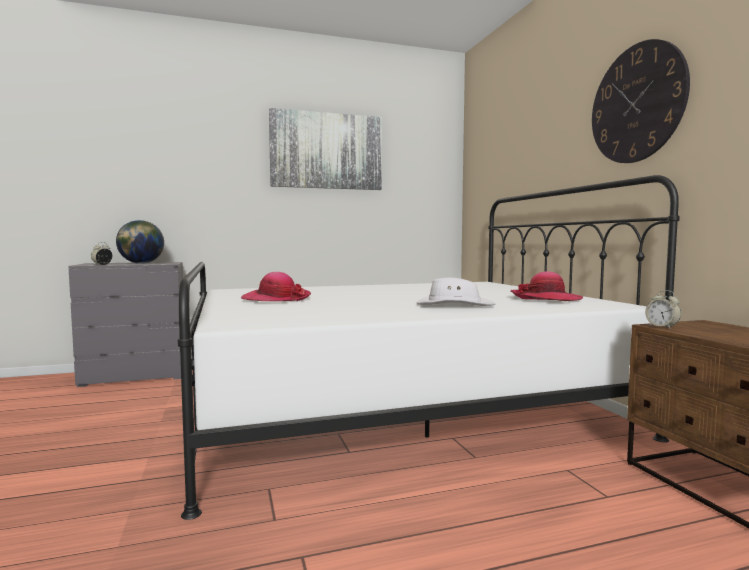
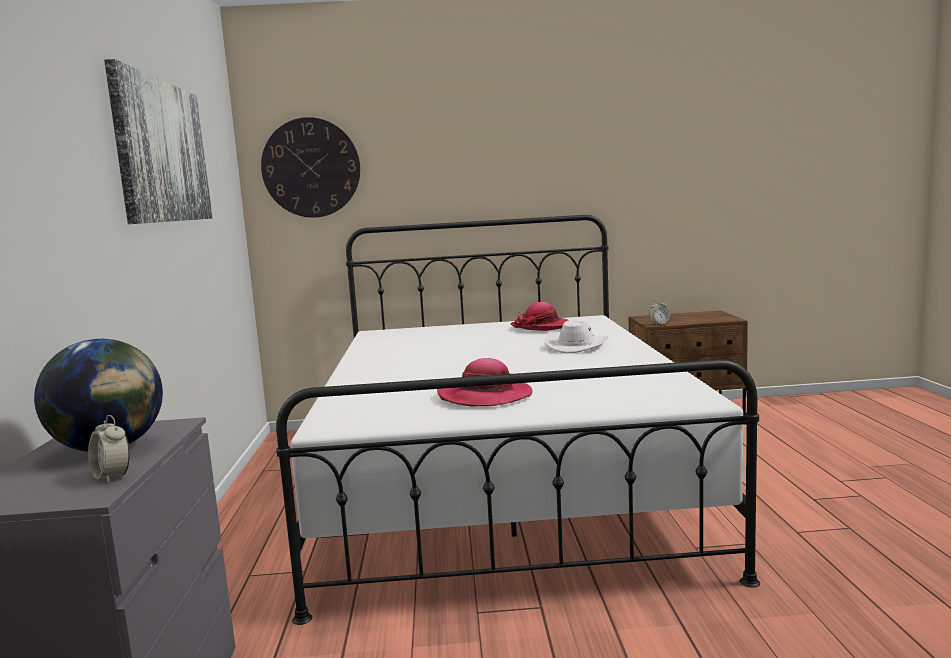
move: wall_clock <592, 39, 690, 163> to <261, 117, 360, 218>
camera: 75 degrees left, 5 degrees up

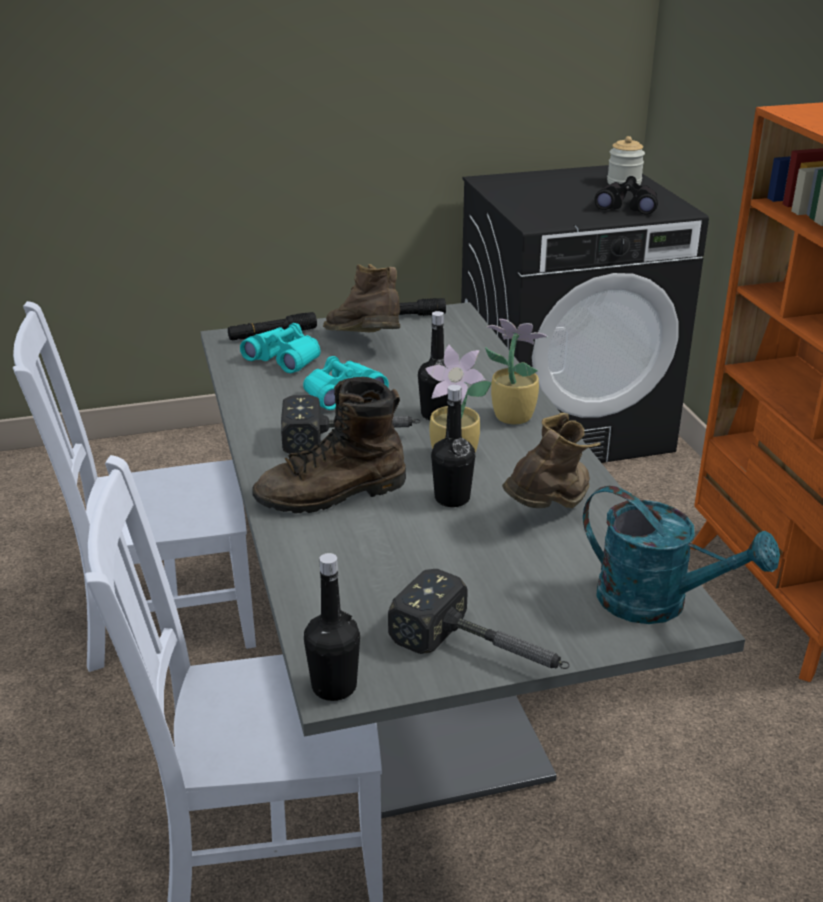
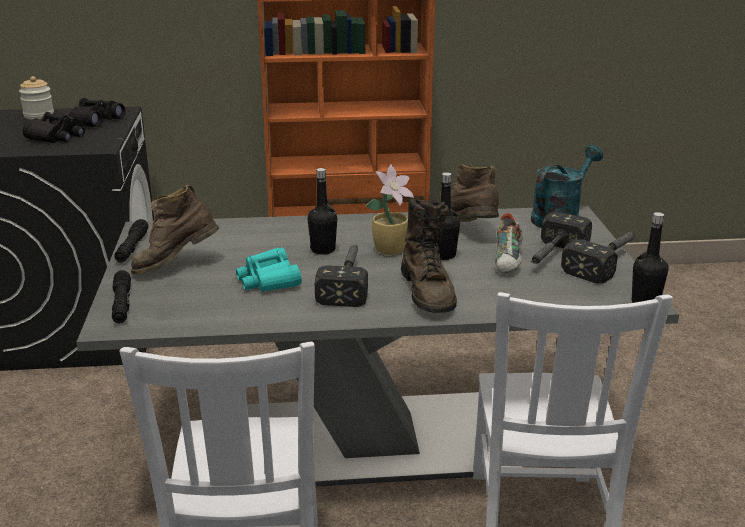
delete: turquoise-coloured_binoculars <240, 323, 321, 373>; potted_plant <485, 319, 548, 424>
insert: black_binoculars <23, 111, 85, 143>; shoe <495, 213, 523, 274>; tool_hammer <531, 212, 592, 264>
camera: 80 degrees left, 5 degrees down

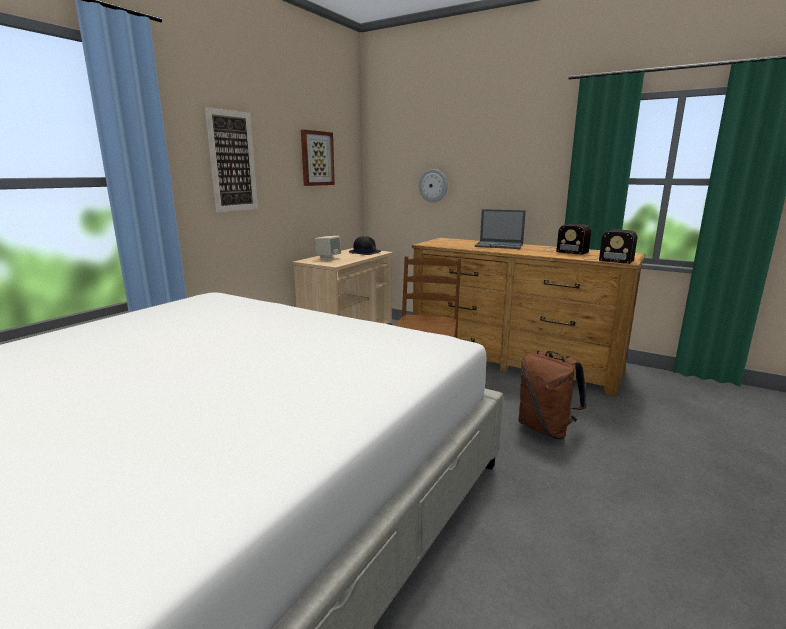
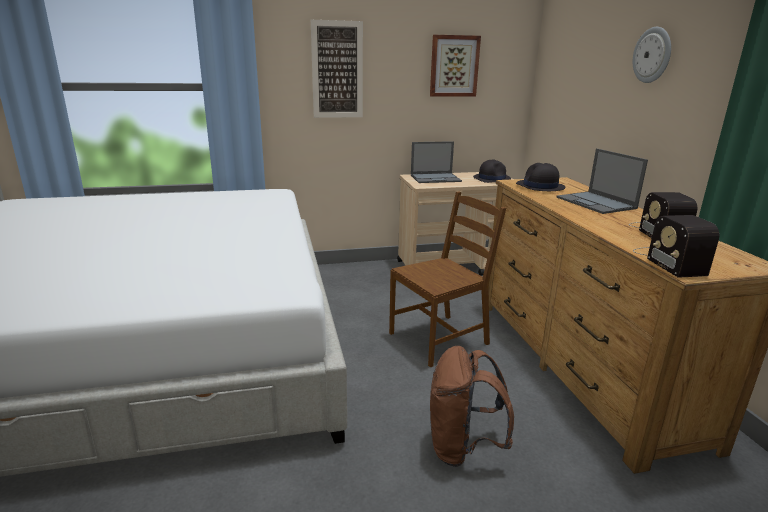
insert: black_hat <516, 163, 566, 191>
move: wall_clock <419, 169, 448, 203> to <633, 27, 671, 83>
replace: beige_loudspeaker <315, 236, 341, 261> to portable_computer <411, 141, 462, 183>
camera: 45 degrees right, 5 degrees up

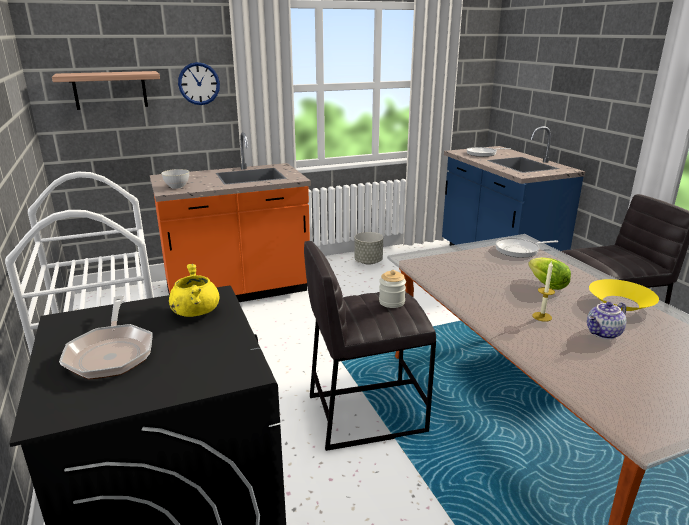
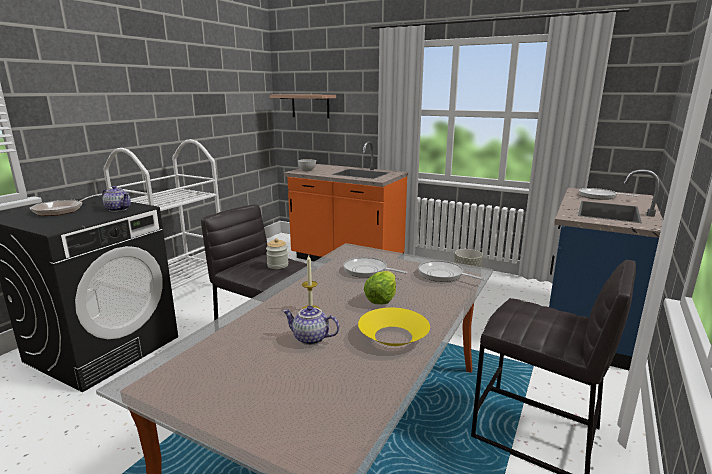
delete: wall_clock <178, 62, 220, 105>
insert: pan <343, 257, 407, 278>
replace: yellowish_stockpot <169, 264, 220, 317> to pot_for_tea <102, 186, 131, 212>
camera: 50 degrees right, 5 degrees down

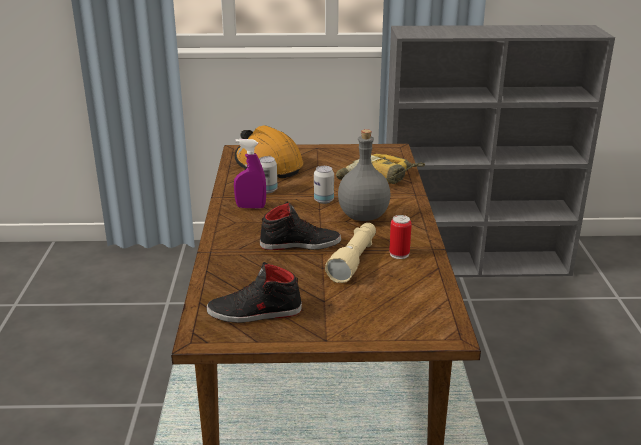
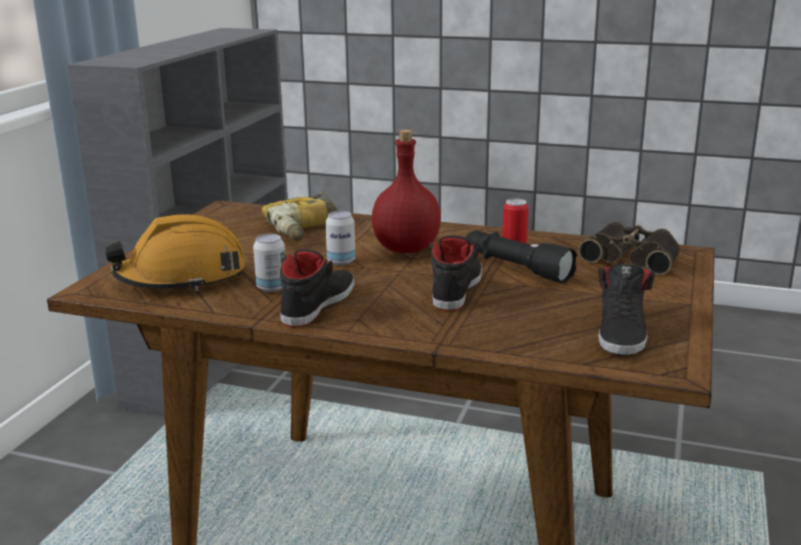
insert: binoculars <578, 221, 680, 275>
replace: purplish_spray_bottle <234, 139, 266, 208> to black_shoe <280, 249, 355, 327>
recolor: grey_bottle <338, 129, 391, 221> to red_bottle <372, 130, 441, 253>; beige_torch <325, 223, 376, 283> to black_torch <466, 230, 577, 283>
camera: 70 degrees left, 5 degrees down

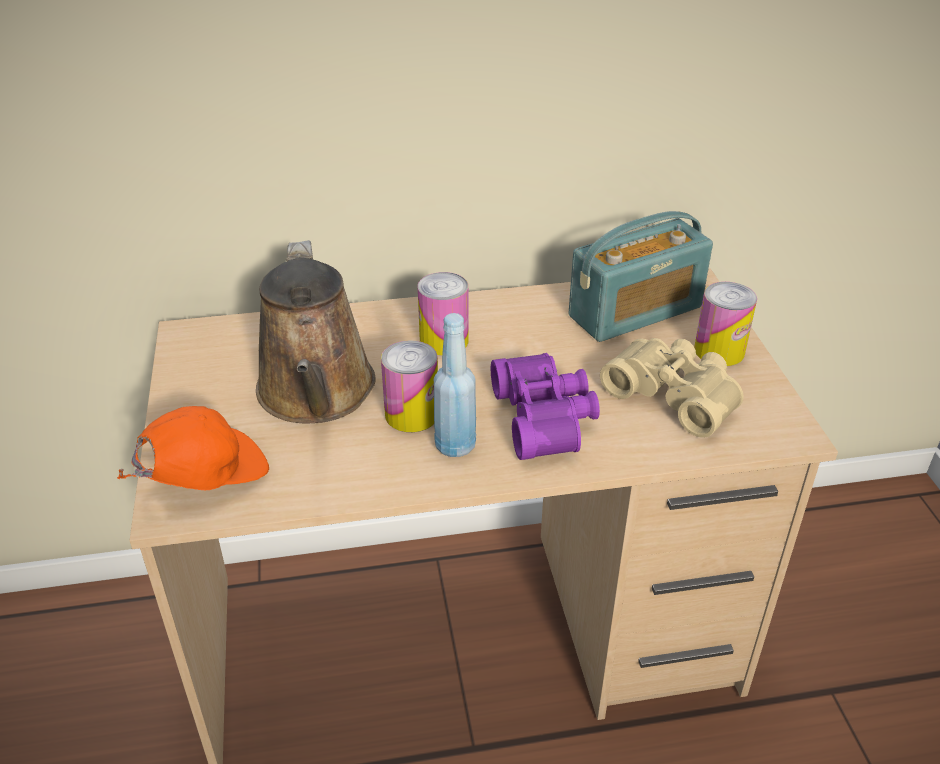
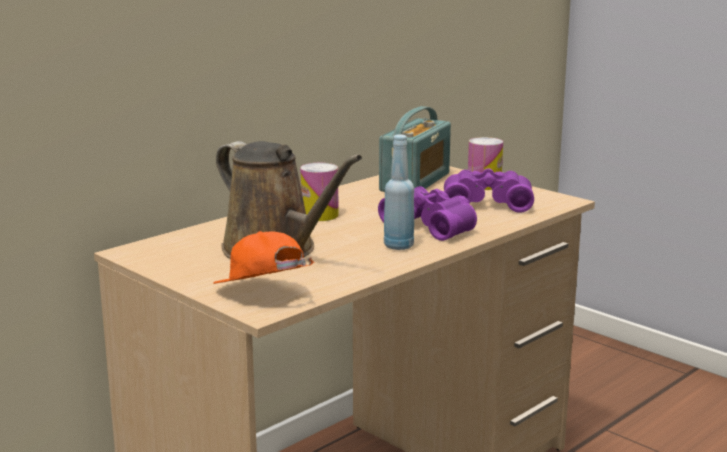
delete: sealed_can <381, 341, 438, 432>
recolor: beige_binoculars <600, 338, 744, 438> to purplish_binoculars <444, 168, 534, 213>
rotate: orange-coloured_cap <117, 406, 269, 490> = <213, 231, 315, 284> 60 degrees counterclockwise
camera: 35 degrees left, 20 degrees down

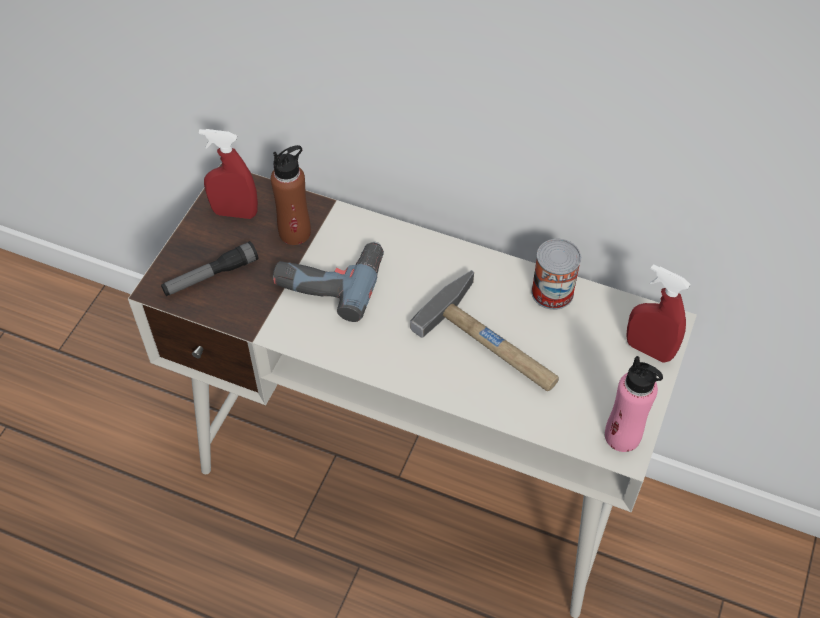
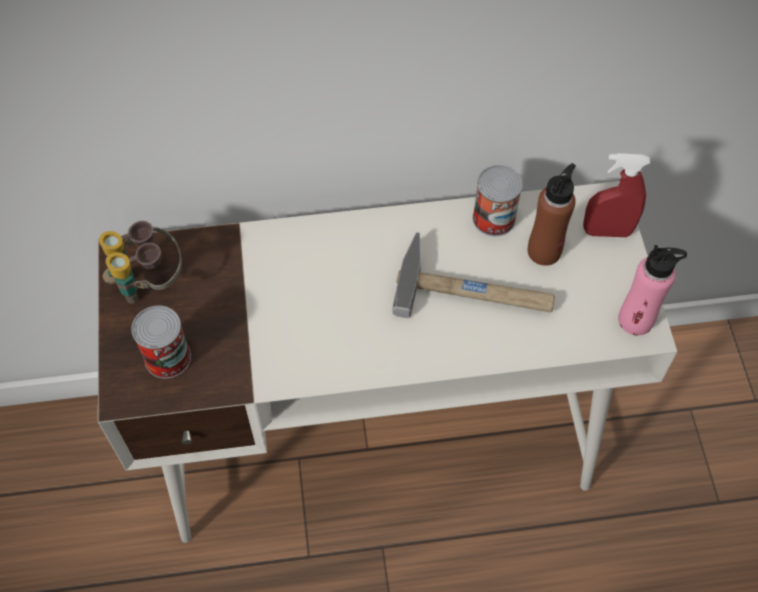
delete: electric_drill <273, 242, 384, 322>
move: brown_bottle <271, 145, 311, 245> to <528, 163, 576, 266>
replace: red_spray_bottle <199, 129, 258, 219> to binoculars <99, 221, 182, 304>; torch <161, 241, 259, 296> to sealed_can <131, 306, 191, 379>
camera: 30 degrees left, 5 degrees up

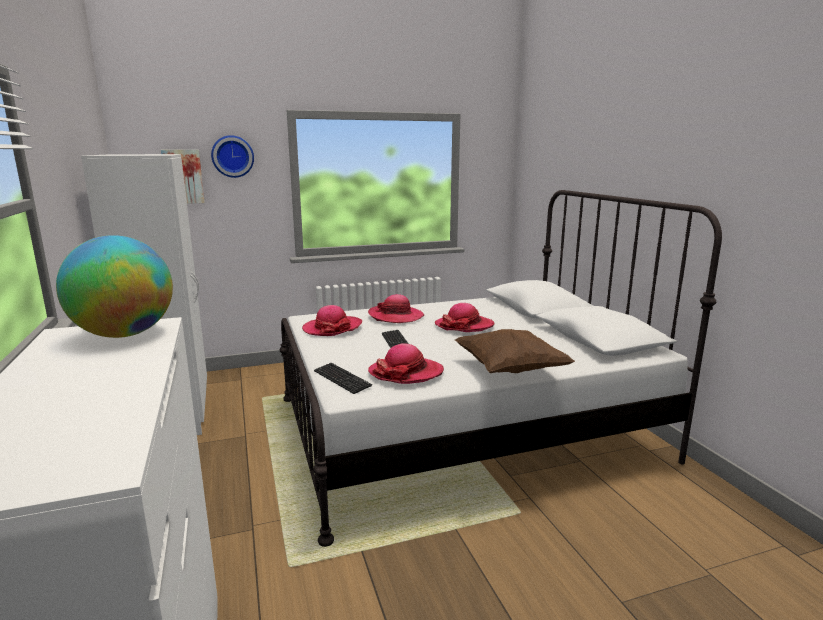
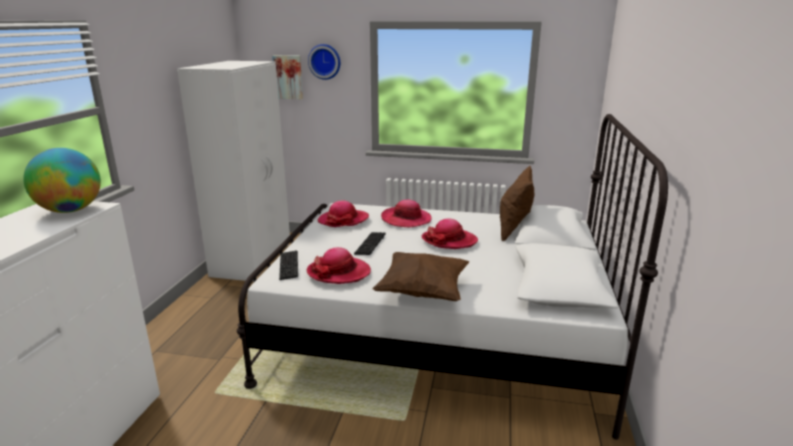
insert: brown_throw_pillow <500, 165, 534, 242>
camera: 30 degrees right, 5 degrees up

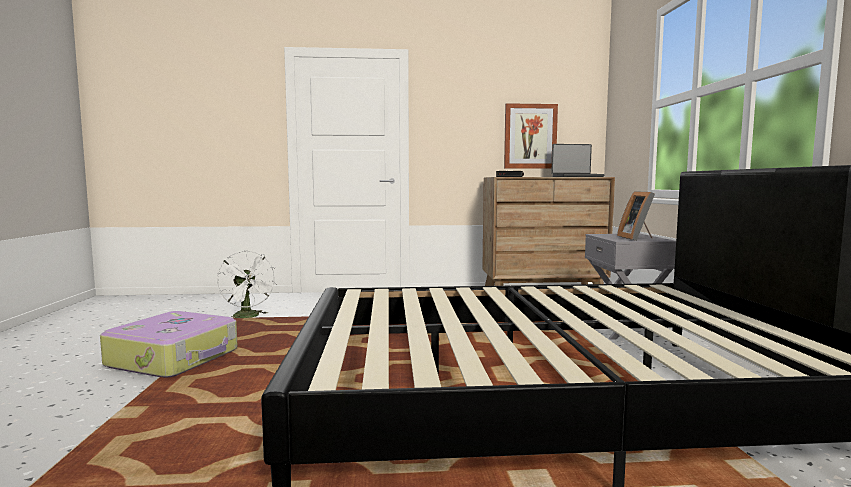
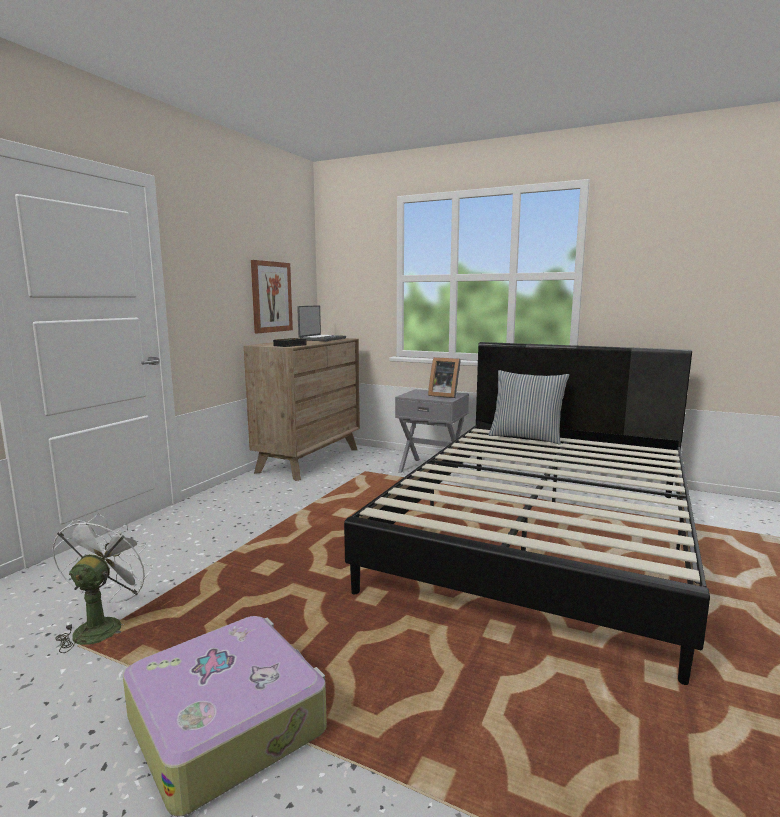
insert: throw_pillow <488, 370, 569, 445>
rotate: white-coloured_electric_fan <217, 250, 276, 318> = <52, 513, 153, 653> 75 degrees counterclockwise
camera: 60 degrees left, 5 degrees up

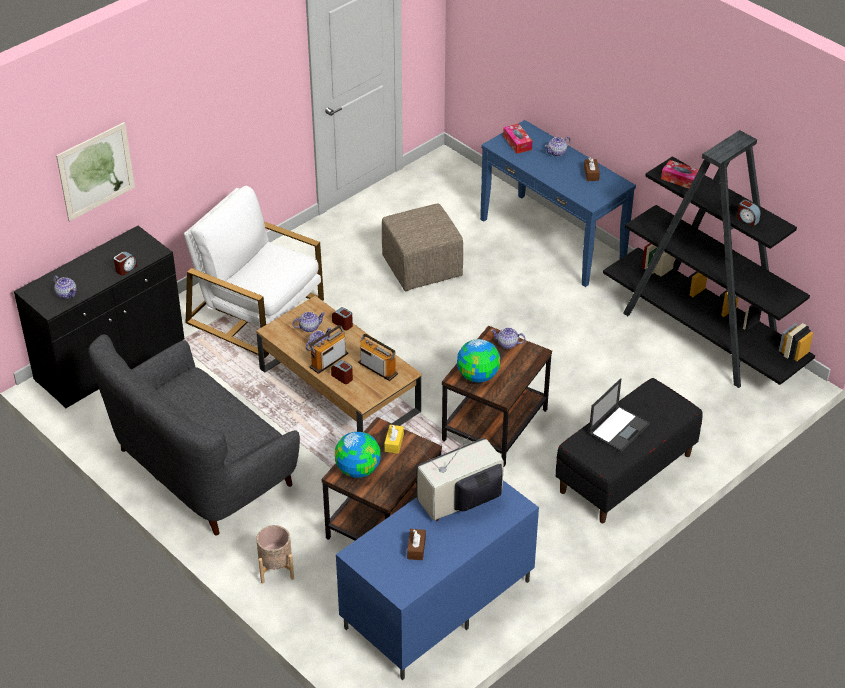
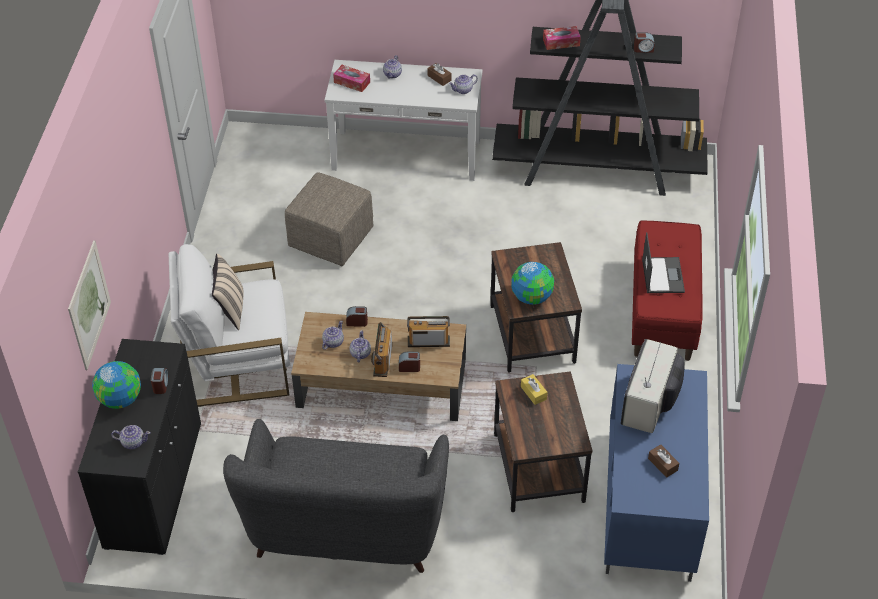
delete: beige_flower_pot <256, 525, 294, 583>
insert: beige_throw_pillow <212, 253, 244, 330>
move: globe <335, 432, 381, 478> to <92, 361, 141, 409>; pot_for_tea <491, 327, 526, 349> to <449, 74, 478, 94>
recolor: blue-coloured_narrow_table <480, 120, 636, 287> to white-coloured_narrow_table <325, 60, 482, 181>; black_indoor_bench <555, 378, 703, 523> to red_indoor_bench <632, 220, 703, 361>
camera: 40 degrees left, 5 degrees up

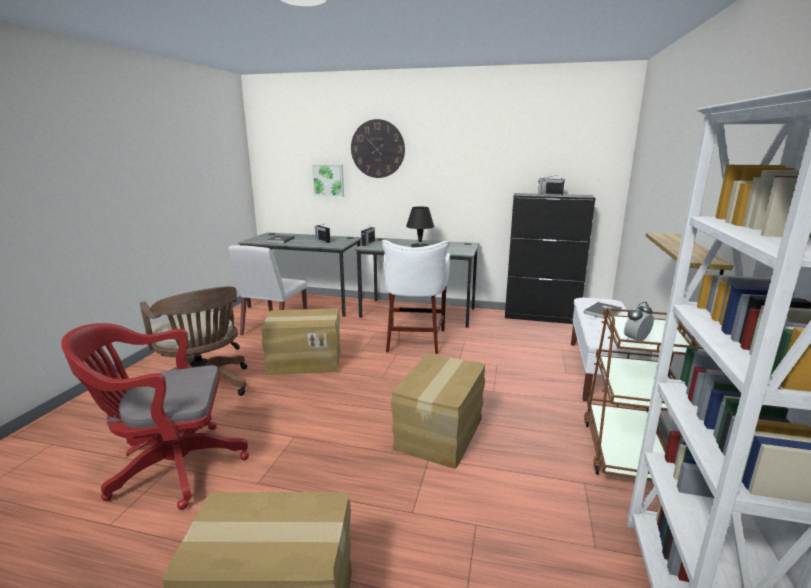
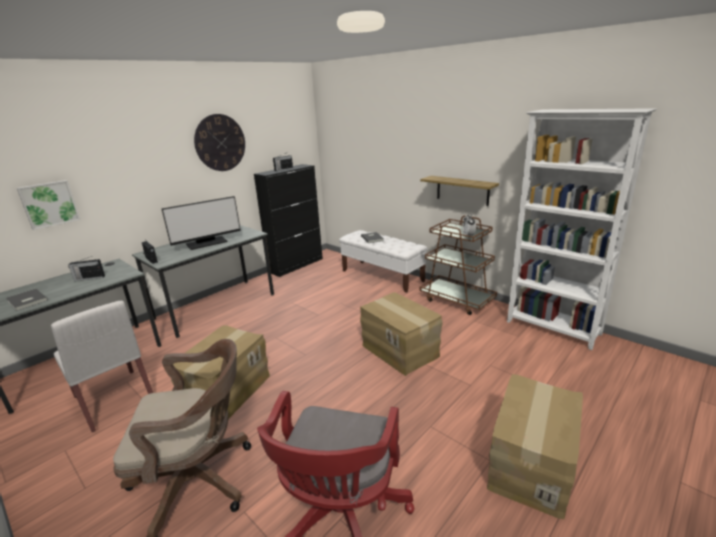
delete: white-coloured_sitting_stool <382, 240, 450, 354>
move: wall_clock <351, 119, 405, 178> to <194, 114, 245, 171>
replace: black_tabletop_lamp <406, 207, 434, 247> to computer_screen <162, 196, 241, 250>
camera: 60 degrees left, 5 degrees up

